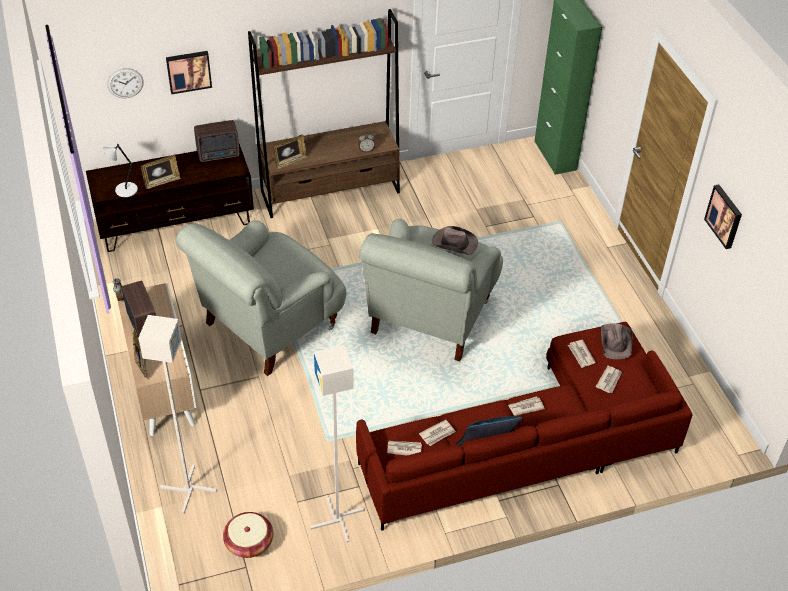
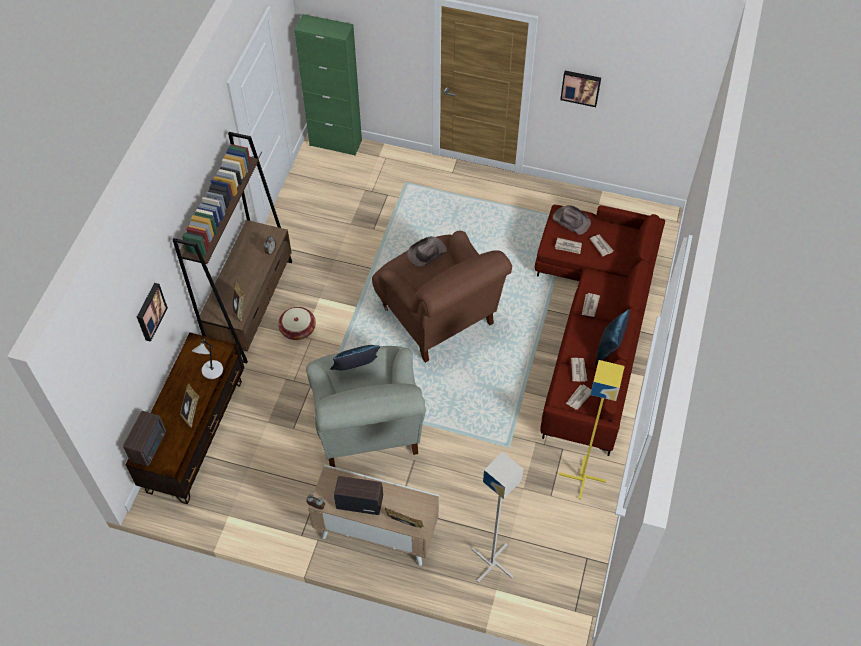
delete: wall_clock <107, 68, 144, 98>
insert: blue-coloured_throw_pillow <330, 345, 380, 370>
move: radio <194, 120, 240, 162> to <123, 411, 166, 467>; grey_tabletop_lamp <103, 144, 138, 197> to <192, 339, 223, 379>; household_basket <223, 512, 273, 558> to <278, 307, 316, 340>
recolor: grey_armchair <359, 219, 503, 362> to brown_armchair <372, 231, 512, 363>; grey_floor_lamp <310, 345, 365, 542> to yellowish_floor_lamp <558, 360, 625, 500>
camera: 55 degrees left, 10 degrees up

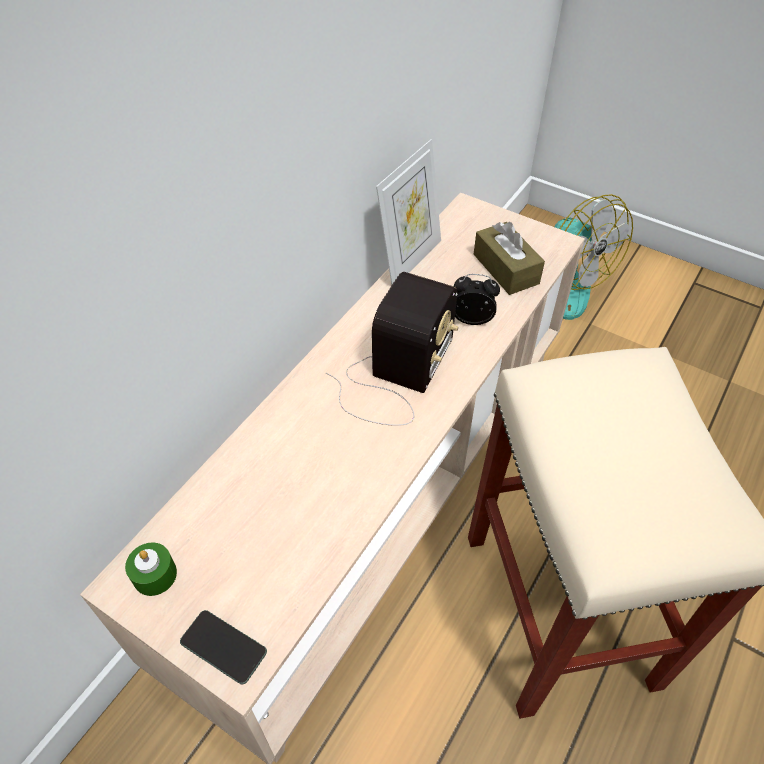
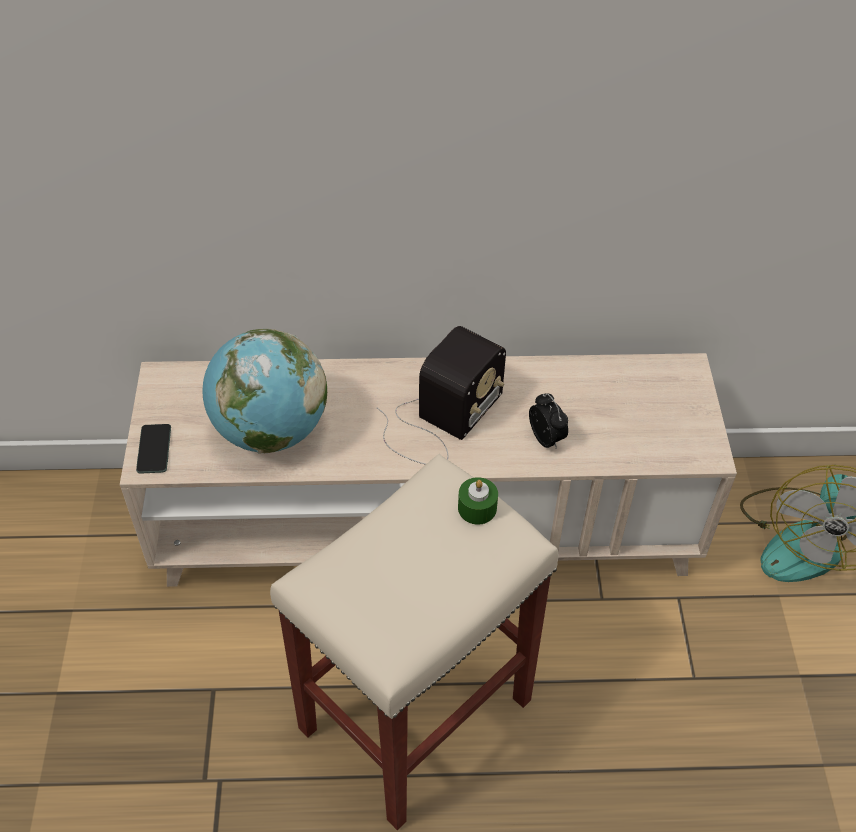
delete: photo_frame <376, 139, 441, 285>; brown_tissue_holder <474, 222, 545, 295>
insert: globe <203, 329, 327, 453>
move: green-coloured_wax_light <125, 542, 177, 596> to <458, 477, 498, 525>
rotate: radio <326, 272, 459, 426> = <377, 326, 506, 465> 45 degrees counterclockwise
camera: 55 degrees right, 0 degrees up

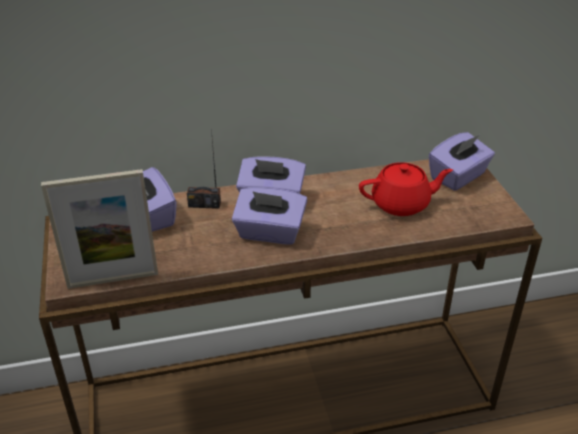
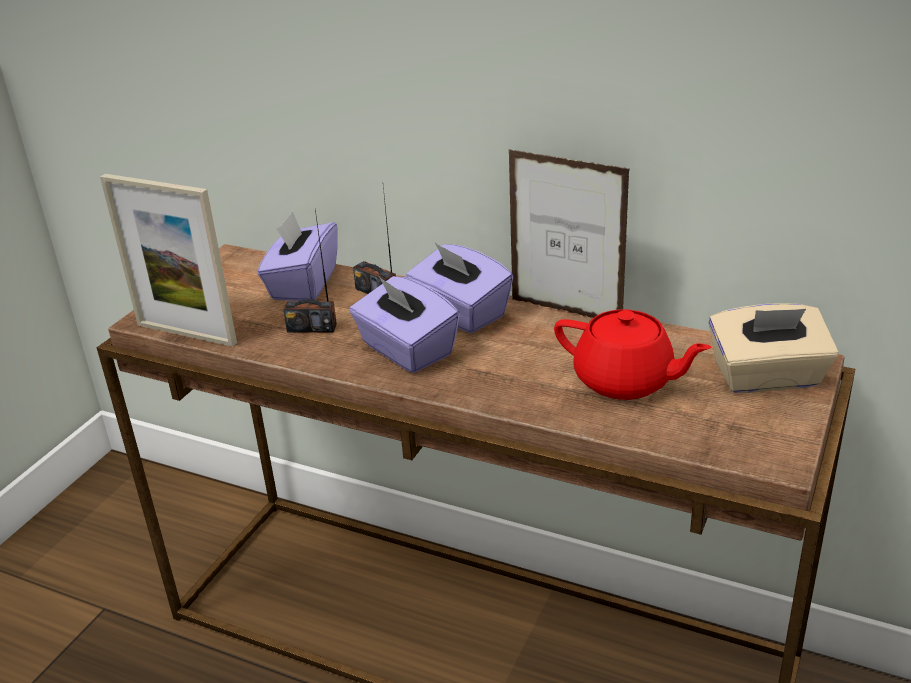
insert: radio <283, 209, 337, 332>; photo_frame <509, 149, 630, 318>
recolor: purplish_tissue_holder <429, 132, 495, 191> to beige_tissue_holder <709, 303, 838, 393>
camera: 40 degrees right, 5 degrees down

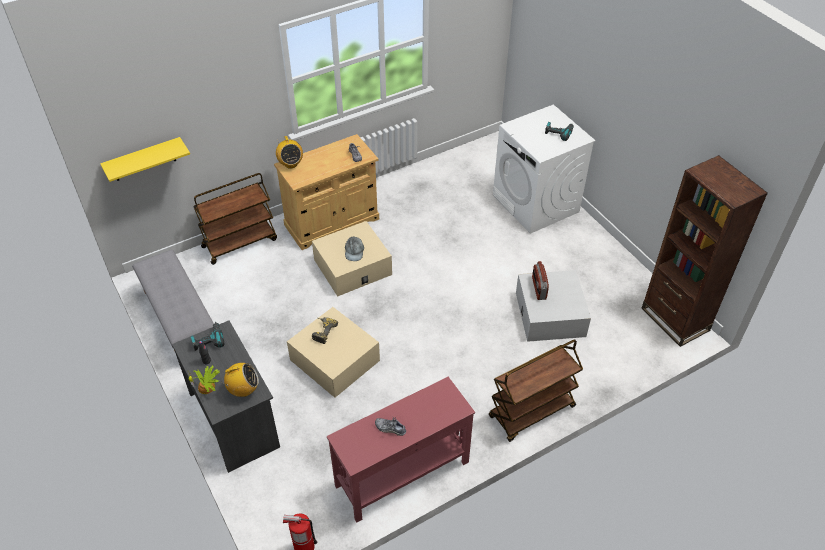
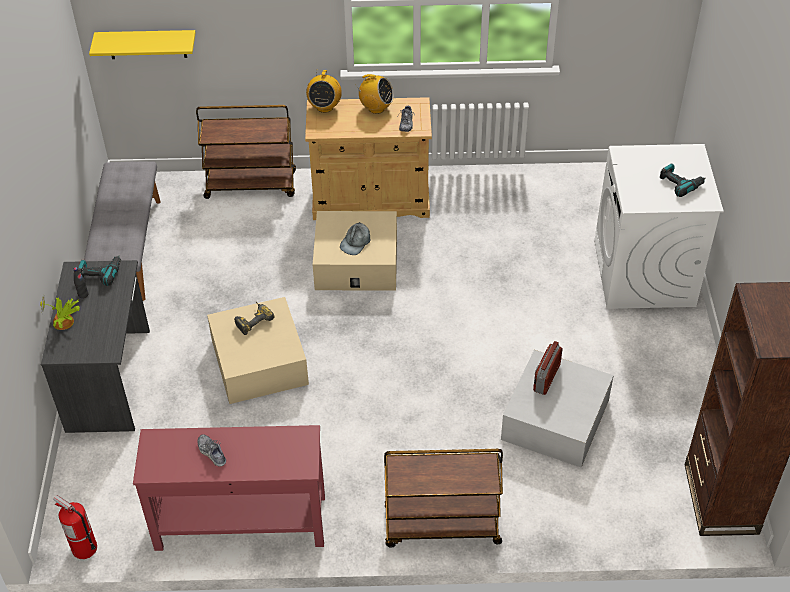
move: radio <222, 363, 259, 397> to <357, 74, 394, 114>
camera: 30 degrees right, 0 degrees up

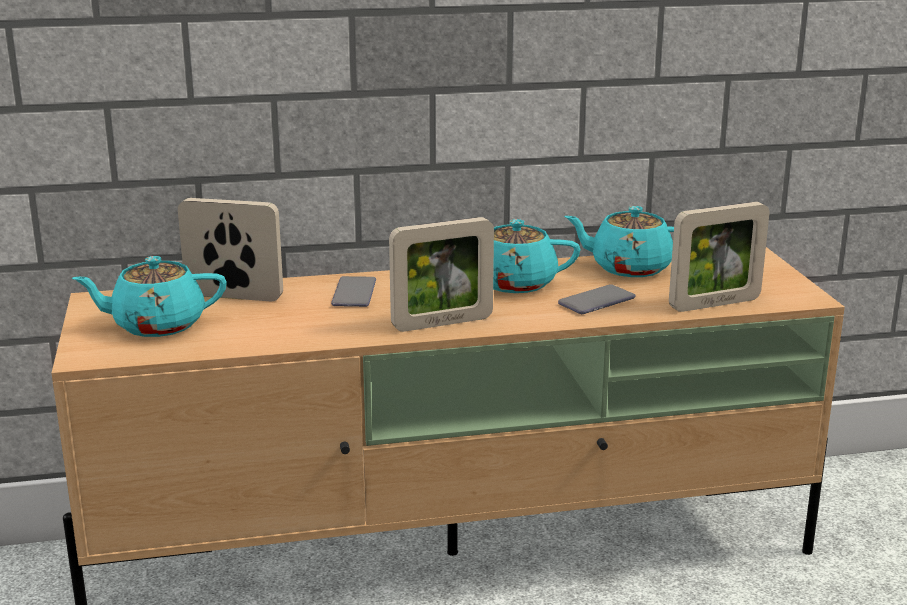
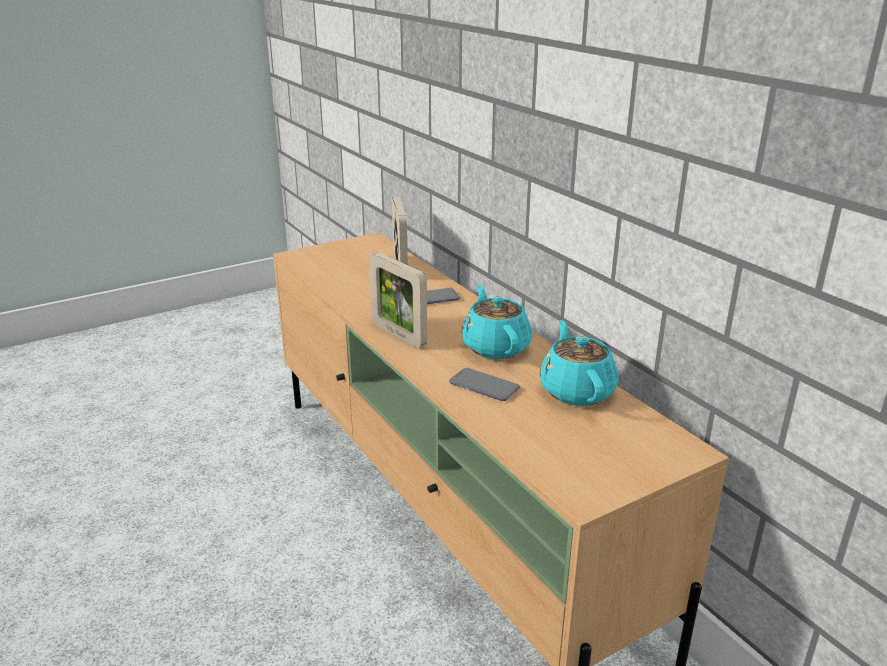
delete: turquoise-coloured_pot_for_tea <72, 256, 227, 337>; photo_frame <669, 202, 769, 312>
camera: 70 degrees right, 5 degrees up

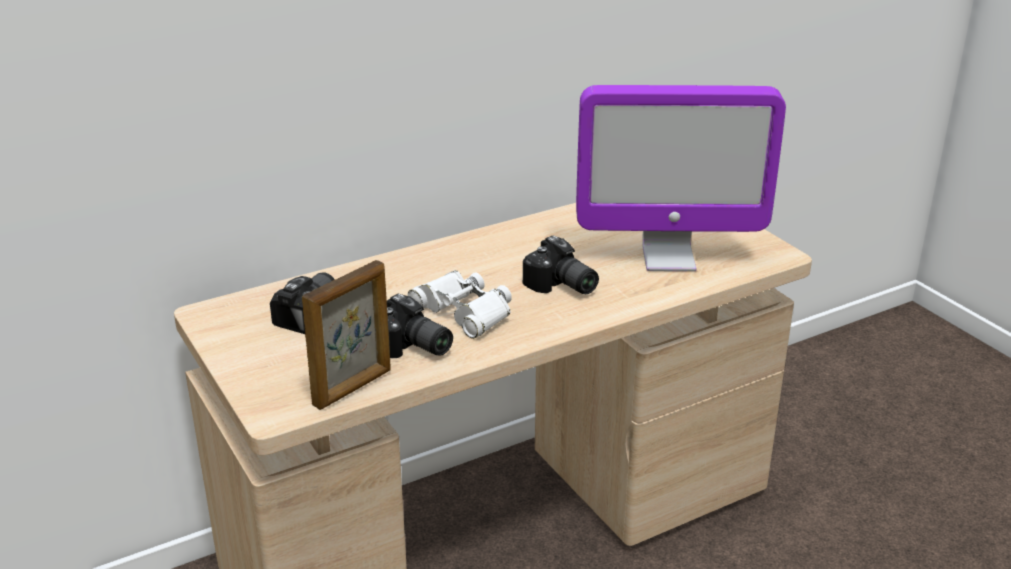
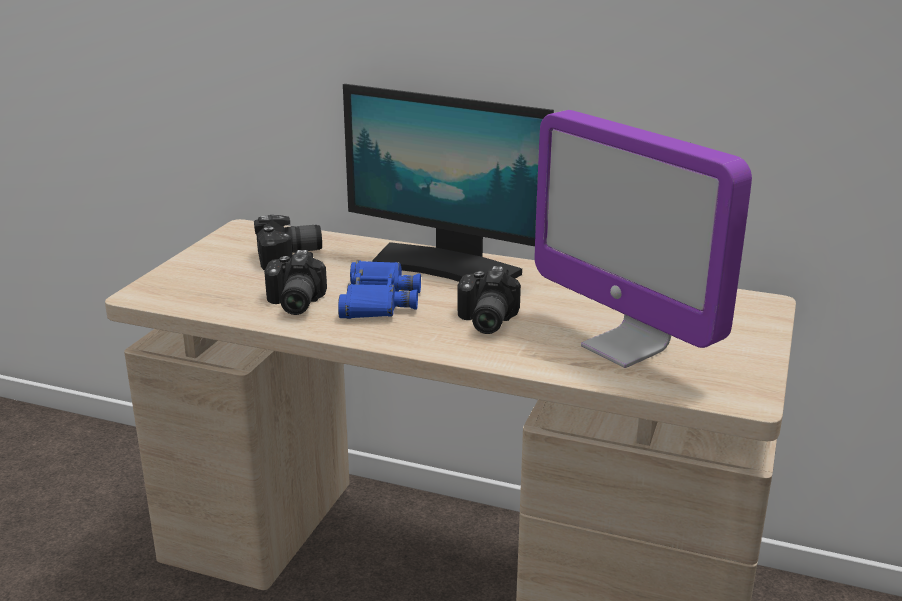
delete: photo_frame <302, 260, 390, 410>
insert: computer_screen <343, 84, 554, 282>
recolor: white-coloured_binoculars <407, 270, 512, 339> to blue-coloured_binoculars <338, 260, 421, 319>
camera: 50 degrees right, 5 degrees down

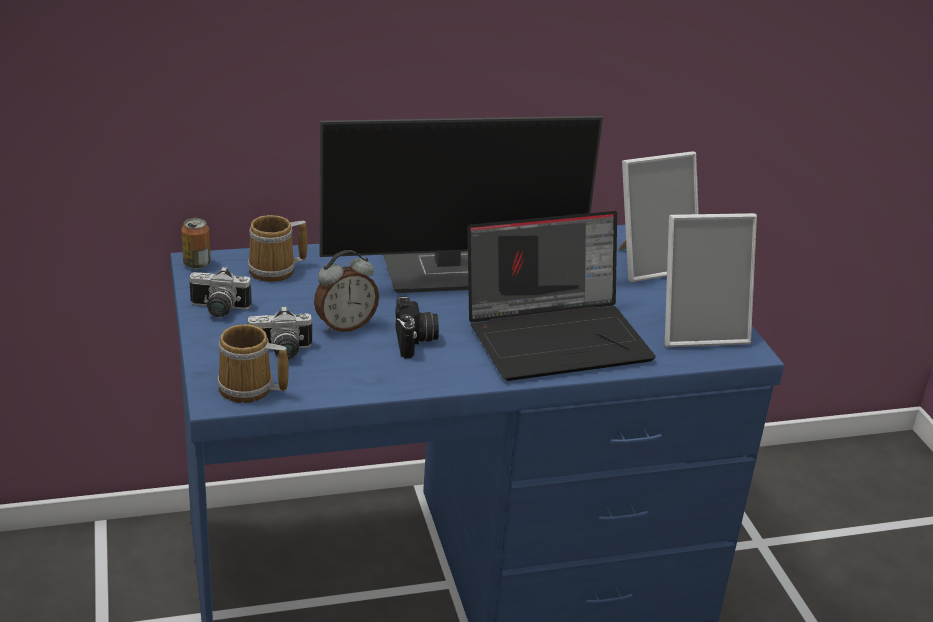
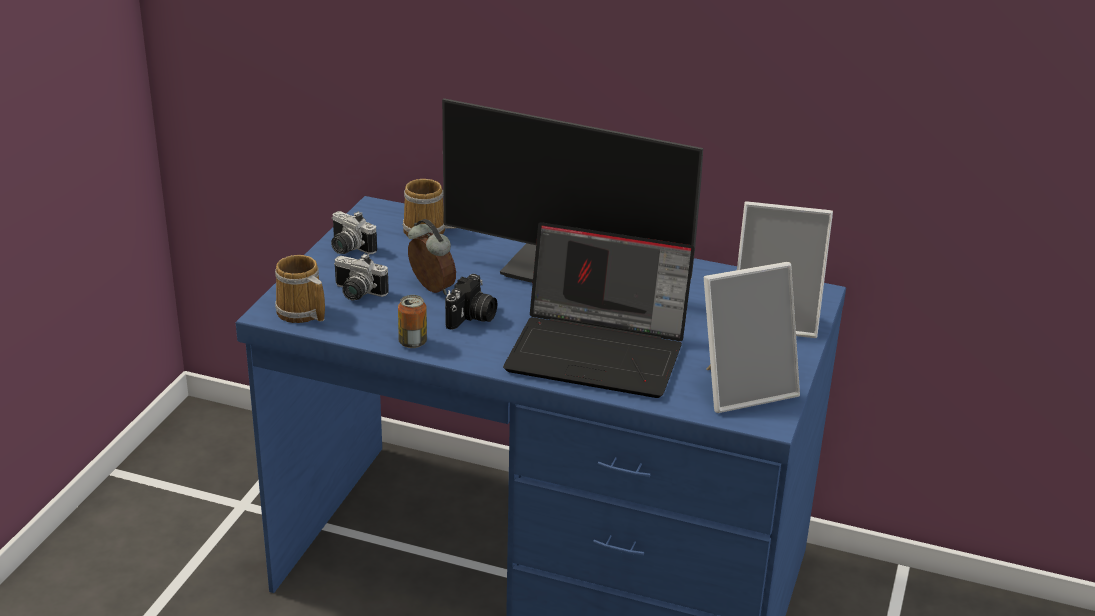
move: sealed_can <181, 218, 211, 269> to <398, 295, 427, 348>
rotate: bedside_clock <314, 250, 379, 333> = <408, 219, 456, 295> 135 degrees counterclockwise; photo_frame <665, 213, 757, 347> = <704, 262, 800, 413> 45 degrees counterclockwise
camera: 35 degrees right, 0 degrees up

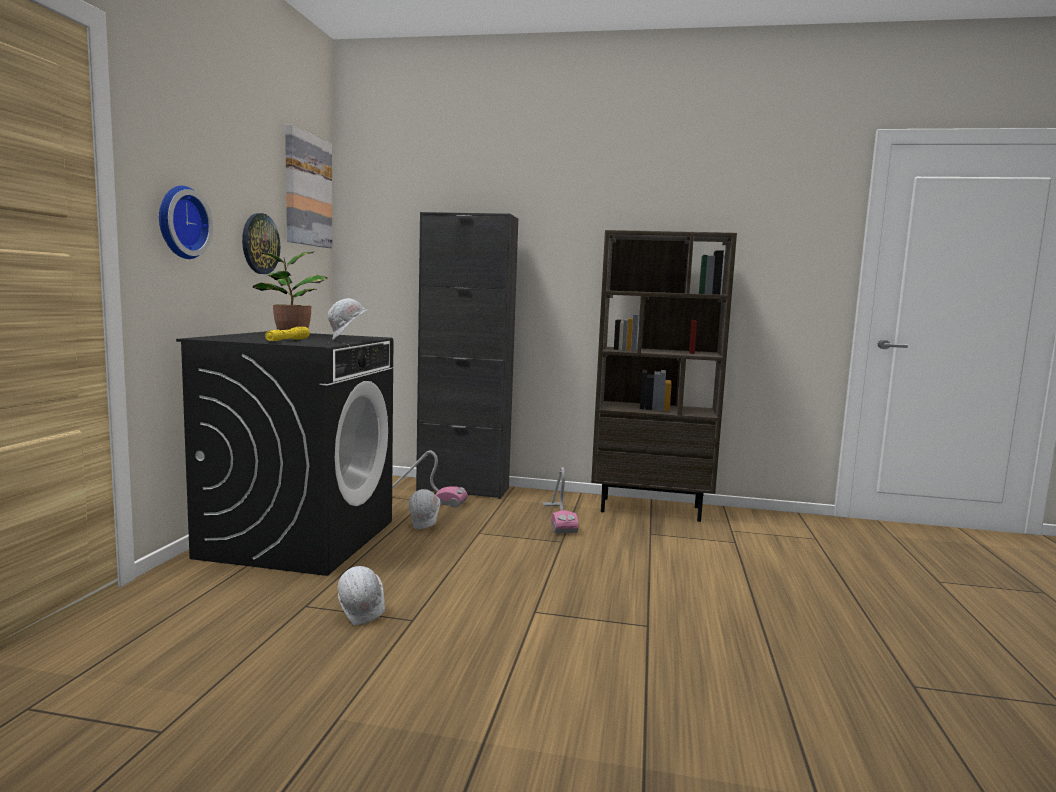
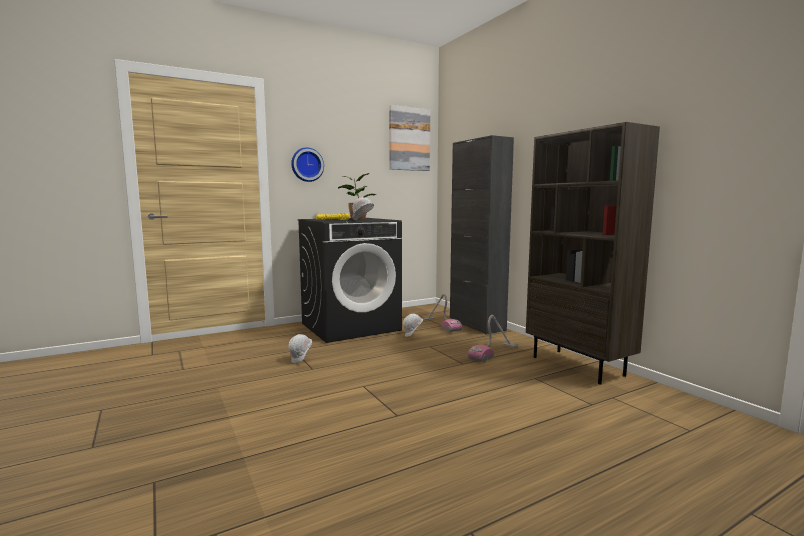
delete: wall_clock <242, 213, 280, 274>
camera: 50 degrees right, 0 degrees up

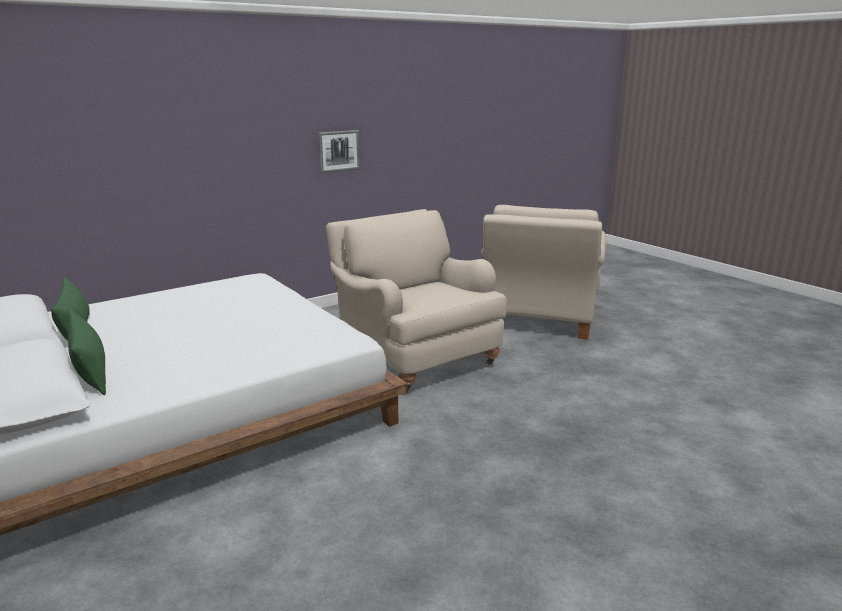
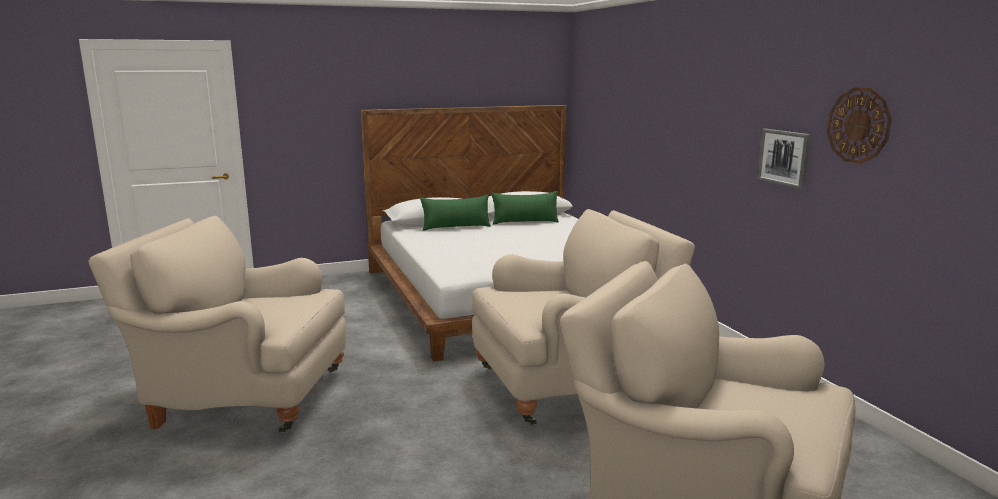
insert: beige_armchair <88, 216, 346, 433>; wall_clock <827, 87, 892, 164>
camera: 105 degrees right, 5 degrees down

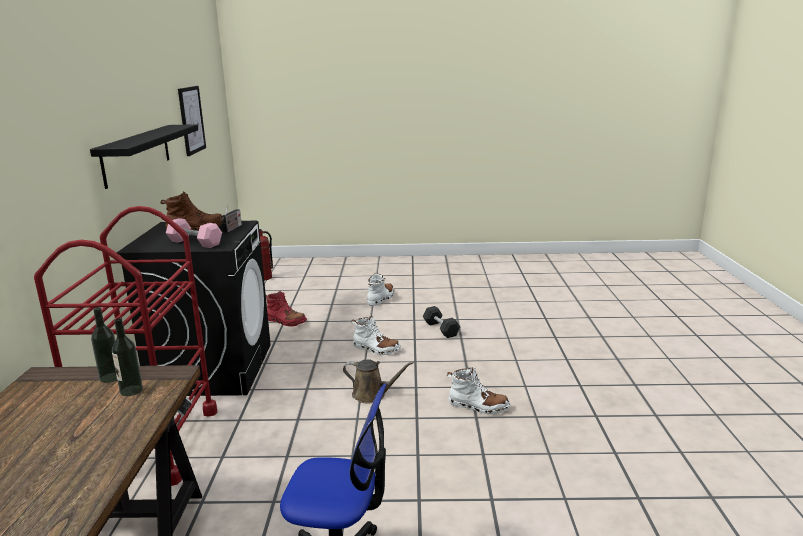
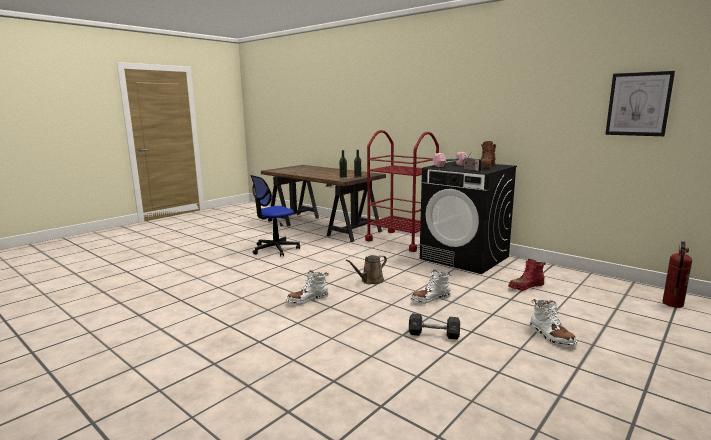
delete: black_wall_shelf <90, 124, 198, 189>
camera: 130 degrees right, 5 degrees down

